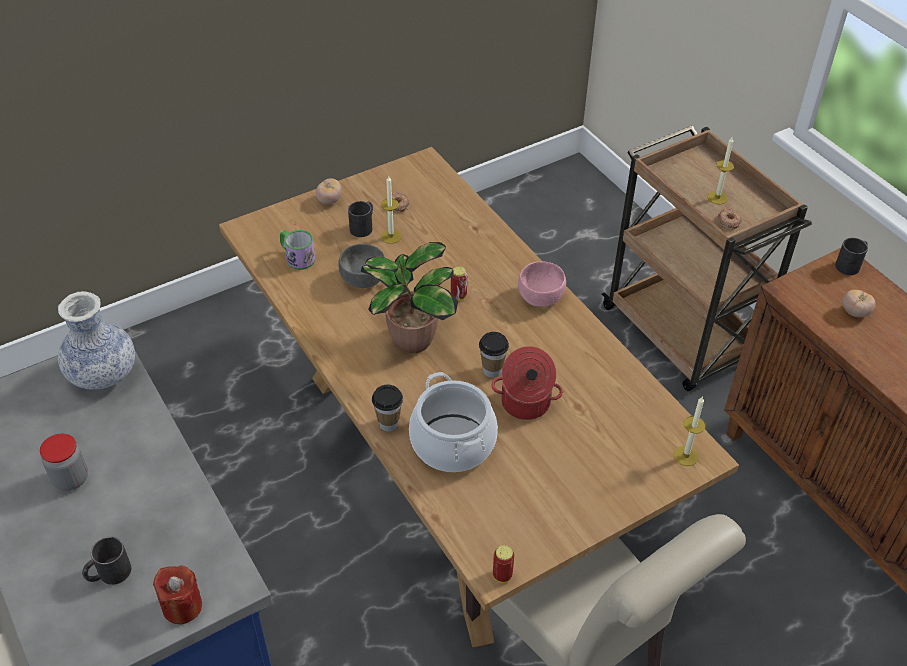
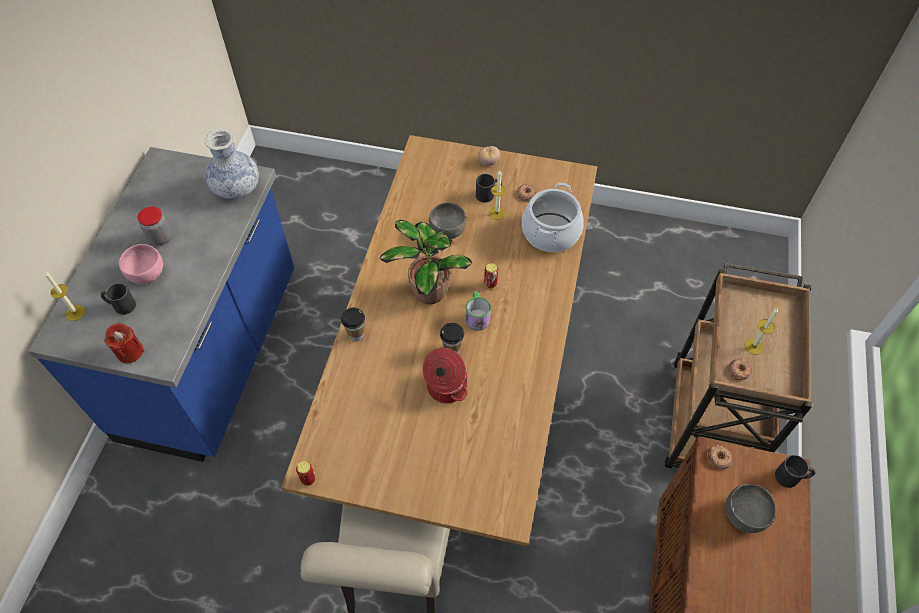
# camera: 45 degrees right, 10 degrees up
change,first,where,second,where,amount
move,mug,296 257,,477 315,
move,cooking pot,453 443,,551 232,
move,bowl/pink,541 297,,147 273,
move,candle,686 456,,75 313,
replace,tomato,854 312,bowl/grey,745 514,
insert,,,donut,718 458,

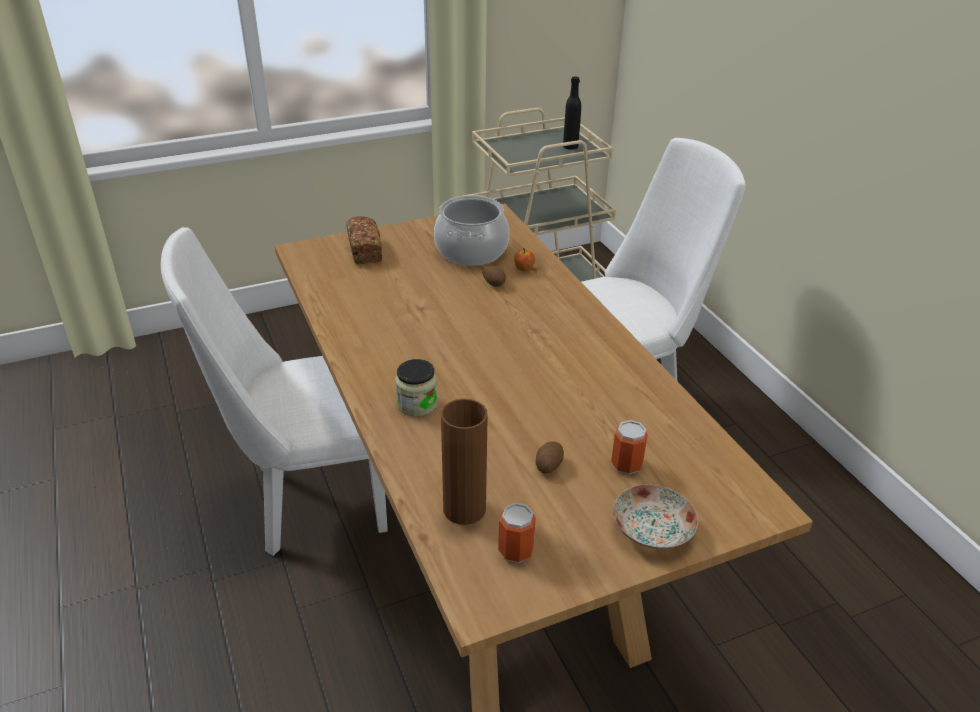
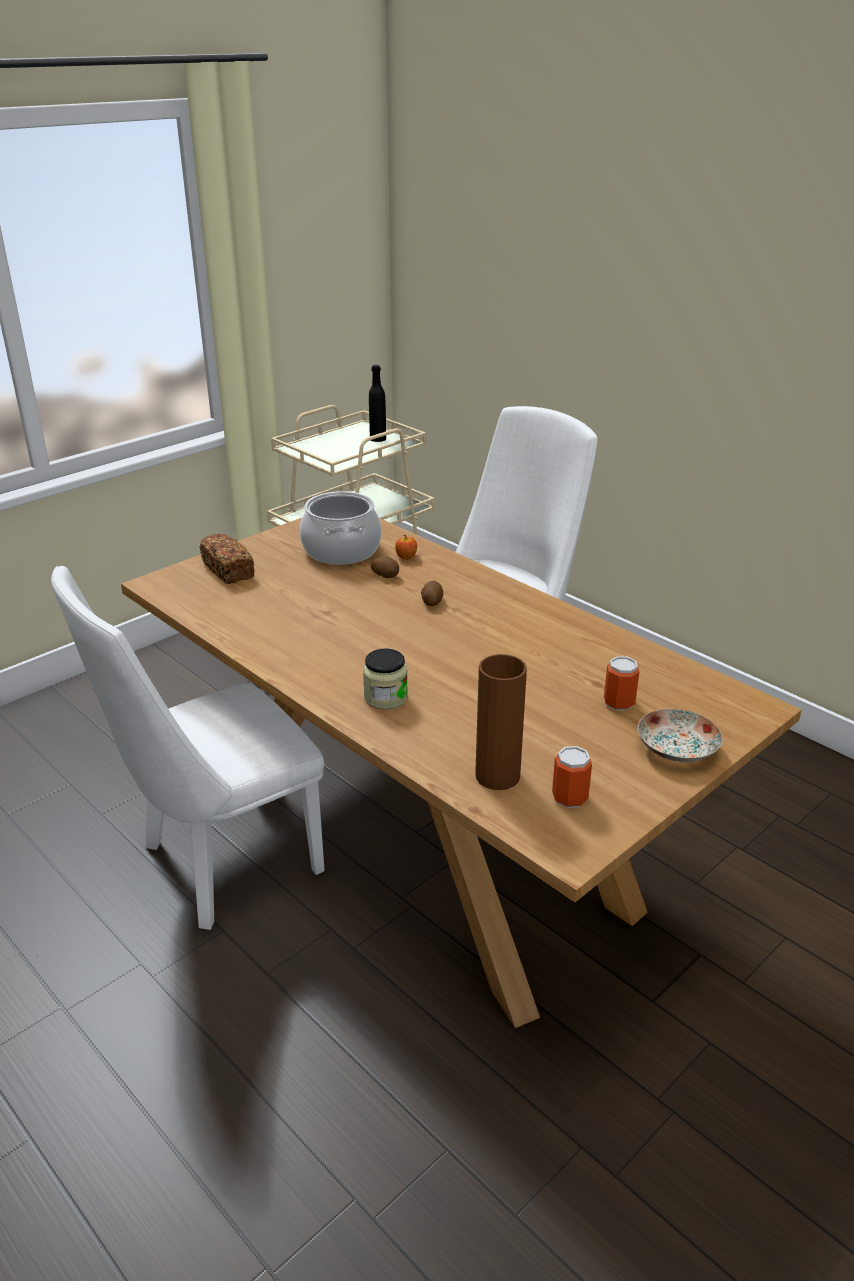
# camera: 20 degrees left, 5 degrees down
change,first,where,second,where,amount
move,potato,548 465,,432 601,

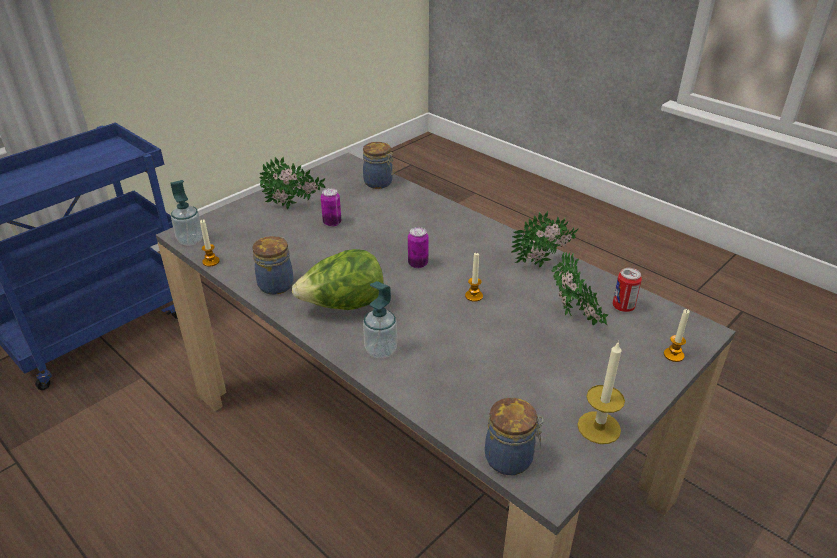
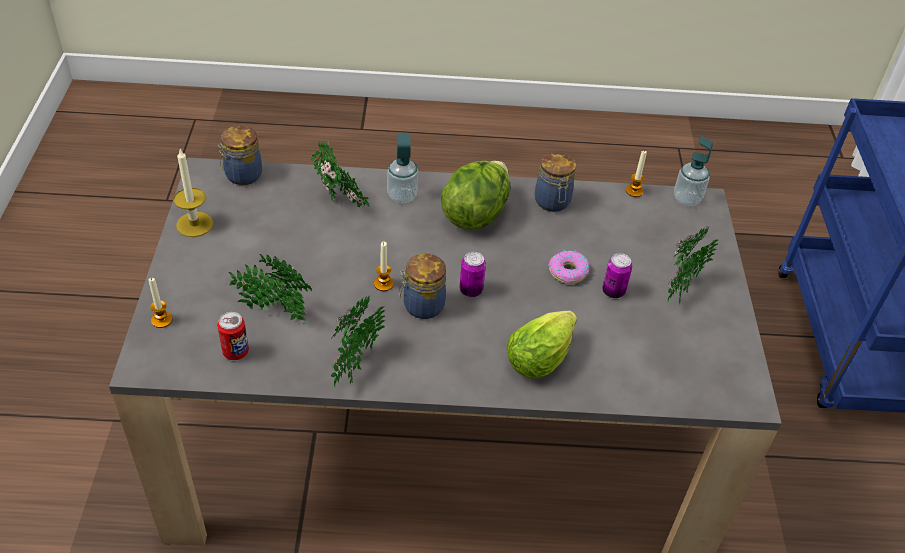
# camera: 135 degrees right, 10 degrees up
change,first,where,second,where,amount
move,jar,379 183,,422 306,
insert,,,potted plant,341 203,
insert,,,lettuce,542 356,
insert,,,donut,568 272,

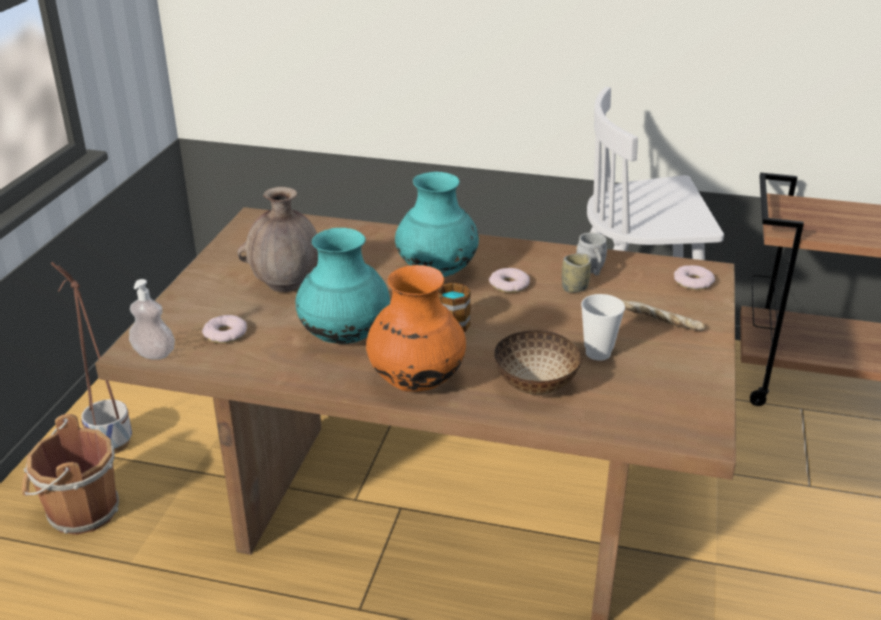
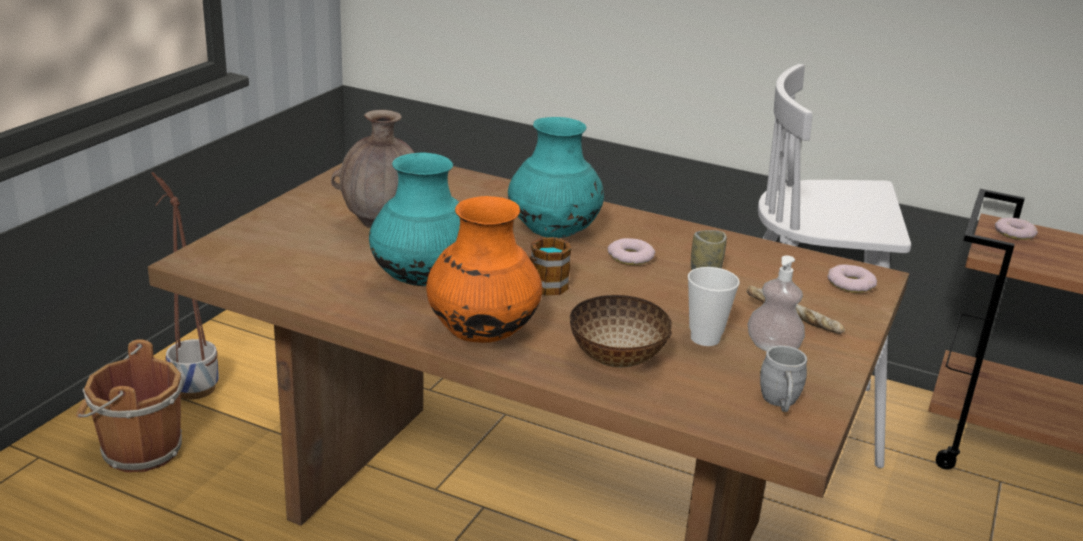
# camera: 10 degrees right, 5 degrees down
change,first,where,second,where,amount
move,soap dispenser,154 353,,772 348,
move,donut,225 333,,1014 233,
move,mug/grey,591 271,,780 403,

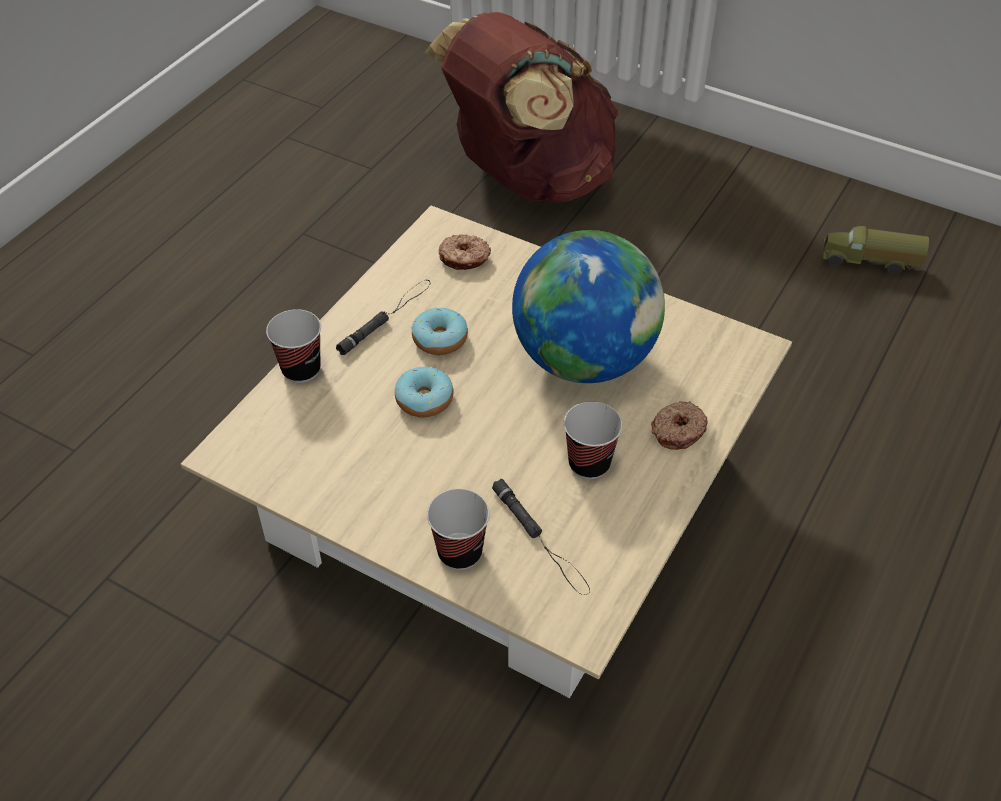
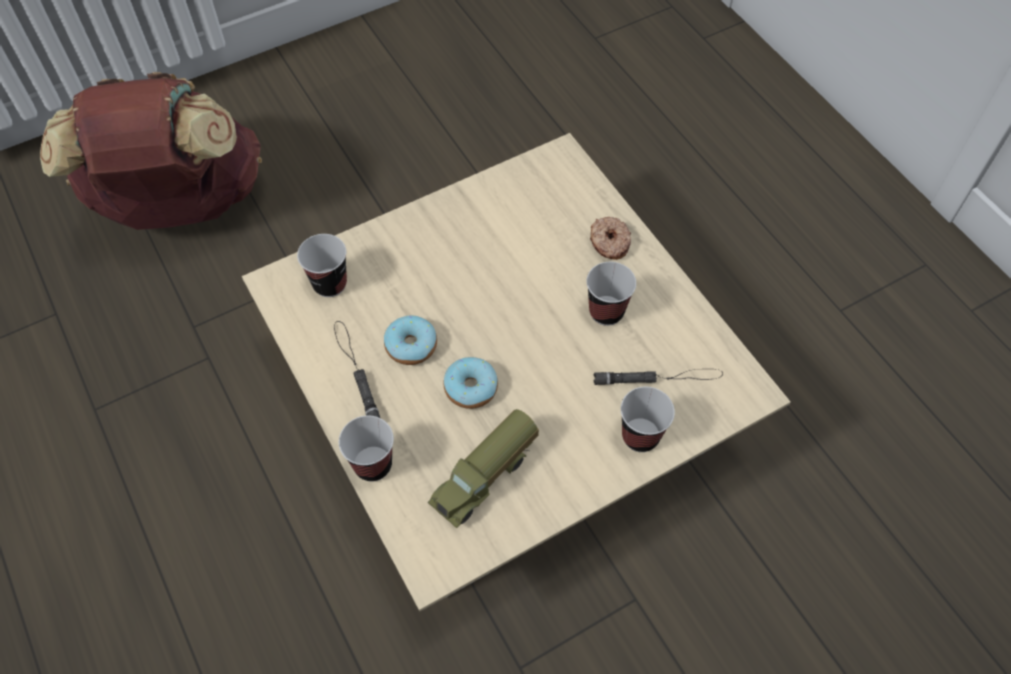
# camera: 60 degrees left, 10 degrees up
change,first,where,second,where,amount
replace,donut,464 259,cup,330 284,
delete,globe,584 359,,,
move,toy truck,869 263,,486 477,

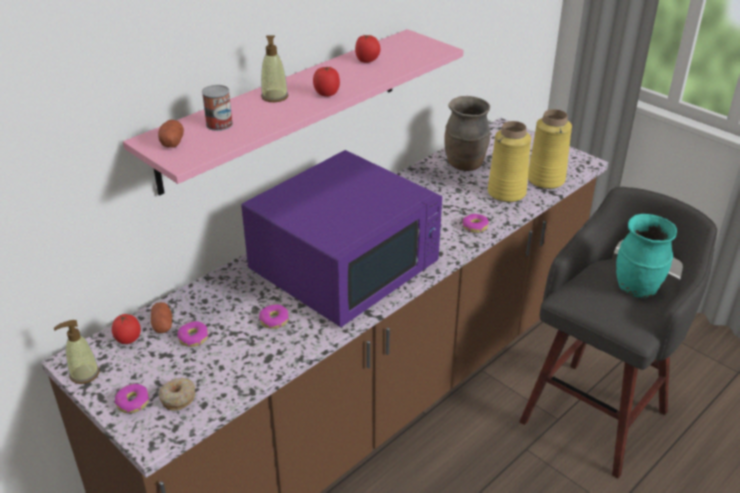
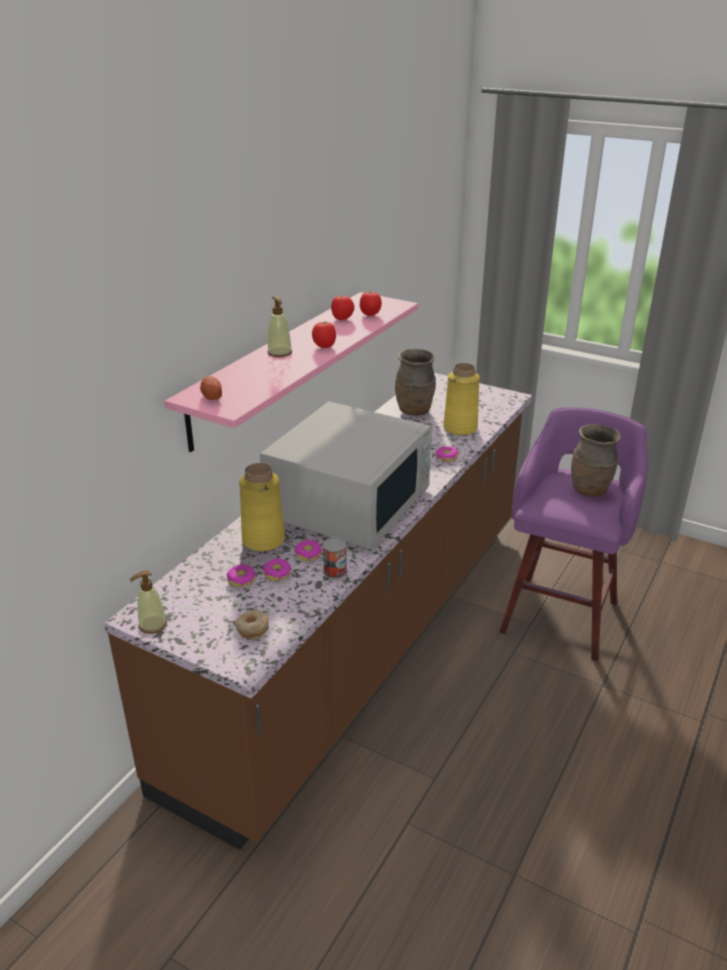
# camera: 15 degrees left, 5 degrees down
change,first,where,second,where,amount
move,tomato,128 340,,370 314,
move,donut,133 403,,277 574,
delete,potato,162 325,,,
move,can,219 124,,335 571,
recolor,microwave/purple,345 266,microwave/white,350 502,
recolor,stool/grey,596 414,stool/purple,561 614,
move,vase/yellow,546 179,,263 540,
recolor,vase/turquoise,637 289,vase/brown,590 490,

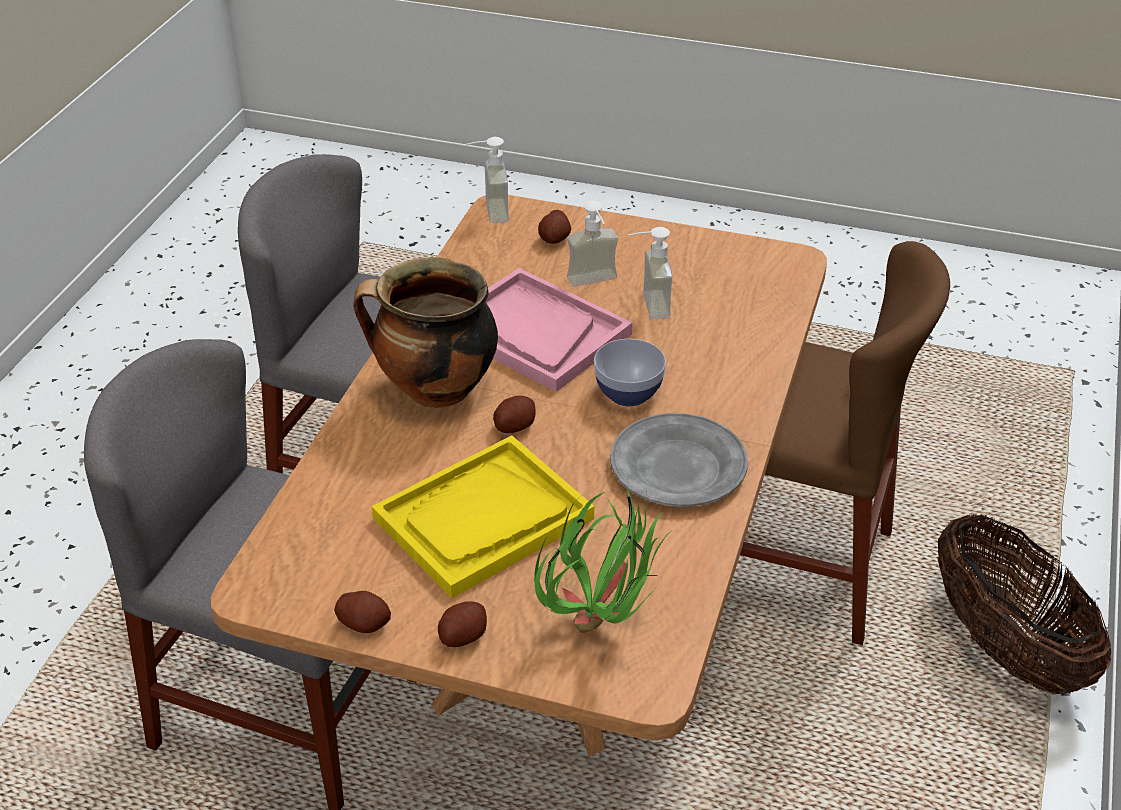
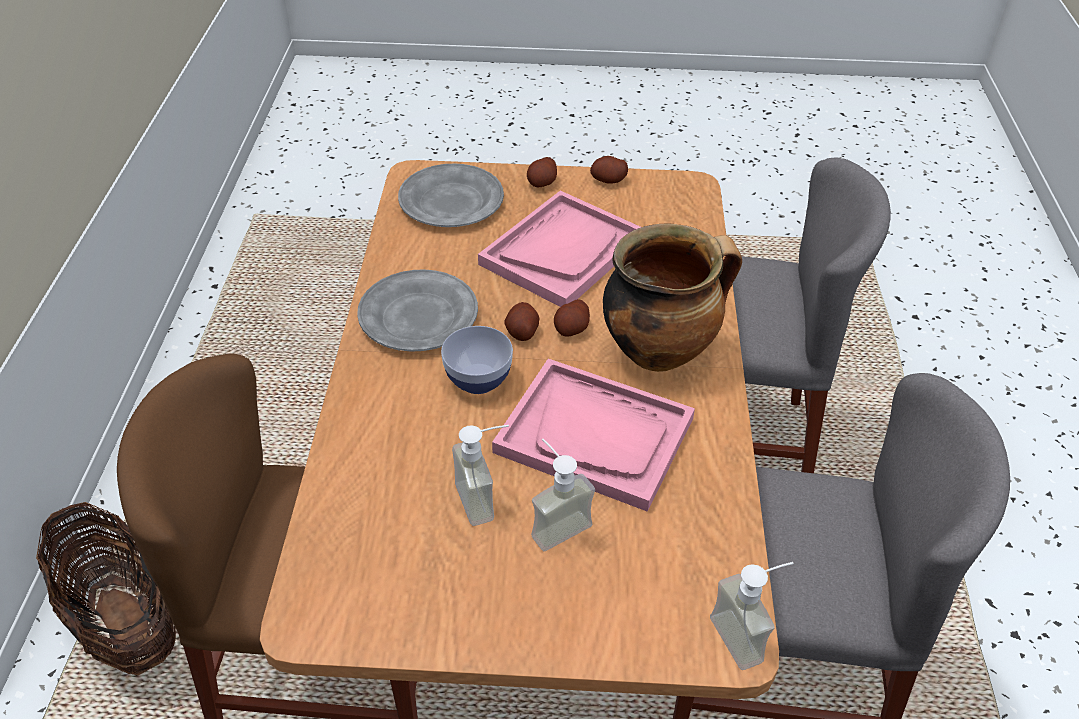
# camera: 165 degrees right, 5 degrees up
change,first,where,second,where,amount
recolor,tray/yellow,483 519,tray/pink,562 251,
replace,potted plant,605 625,plate/grey,450 201,
move,potato,554 238,,522 332,

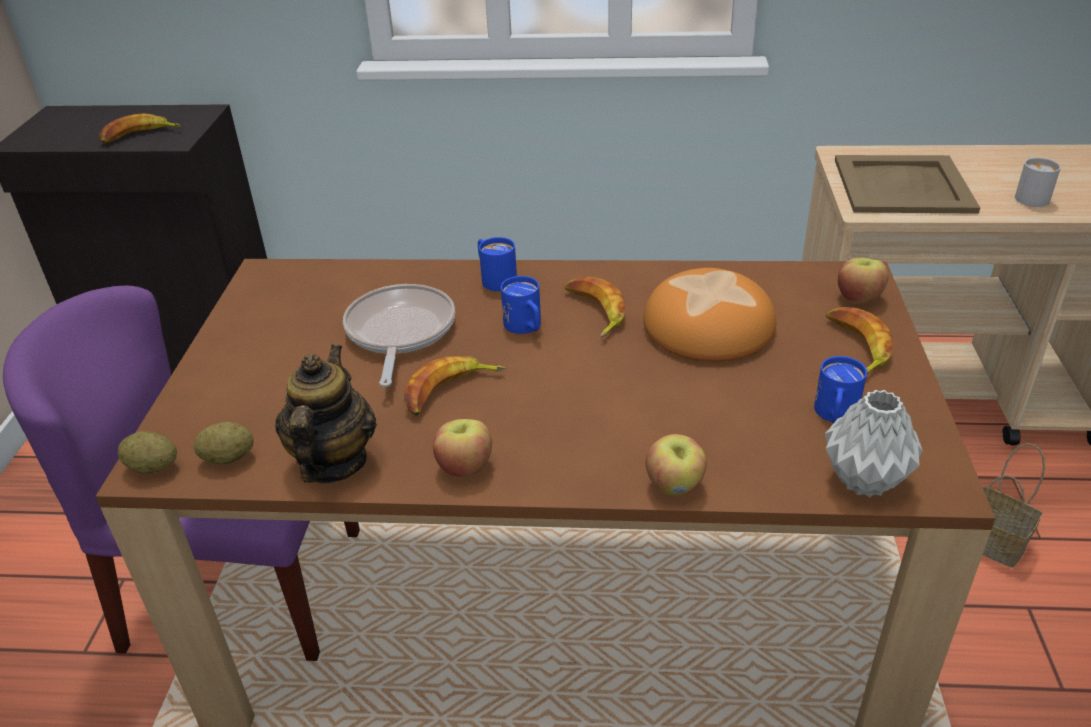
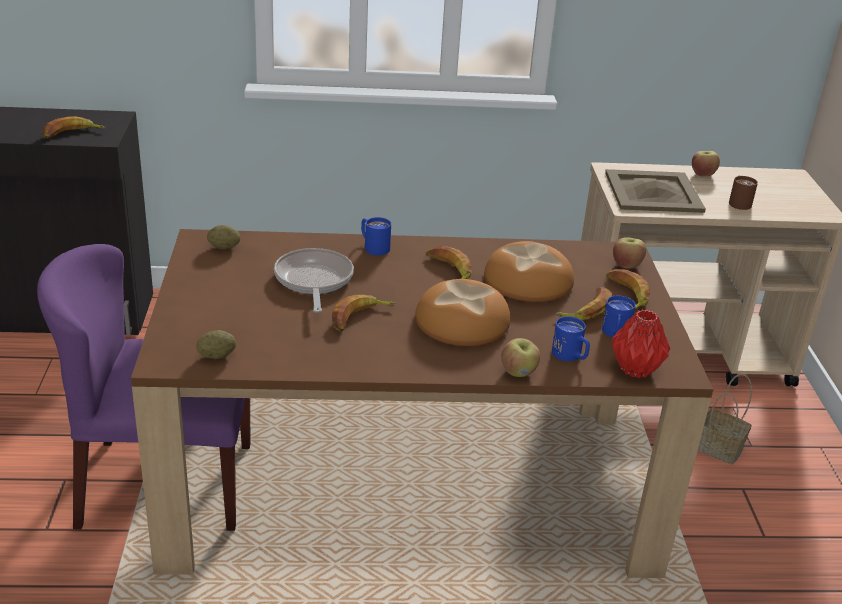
# camera: 10 degrees left, 5 degrees down
change,first,where,second,where,amount
move,potato,153 467,,224 247,
delete,teapot,333 462,,,
move,apple,465 466,,702 174,
move,mug/blue,526 327,,570 356,
recolor,vase/grey,866 482,vase/red,636 370,
recolor,mug/white,1029 196,mug/brown,738 202,
insert,,,bread,462 320,
insert,,,banana,586 309,

